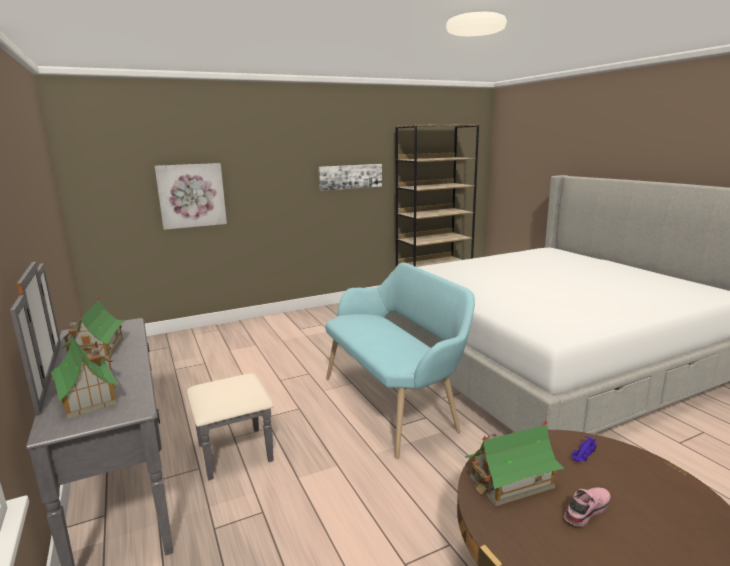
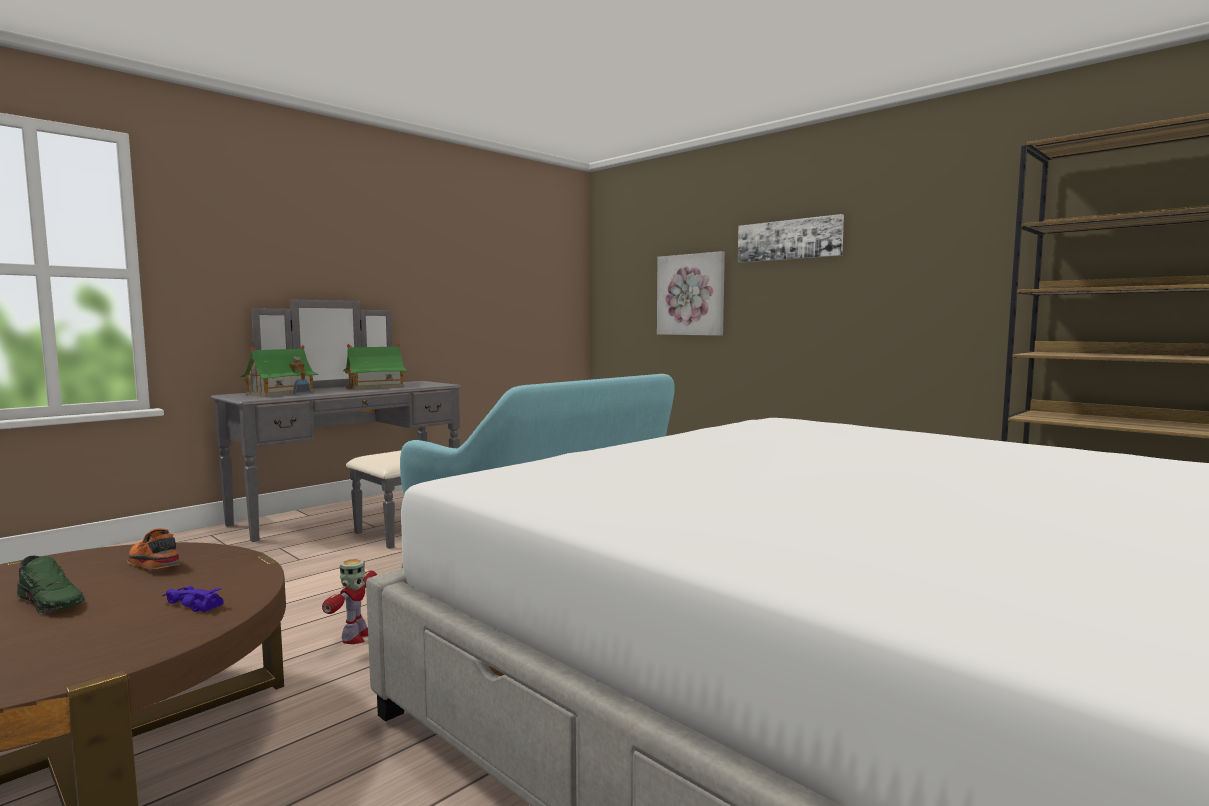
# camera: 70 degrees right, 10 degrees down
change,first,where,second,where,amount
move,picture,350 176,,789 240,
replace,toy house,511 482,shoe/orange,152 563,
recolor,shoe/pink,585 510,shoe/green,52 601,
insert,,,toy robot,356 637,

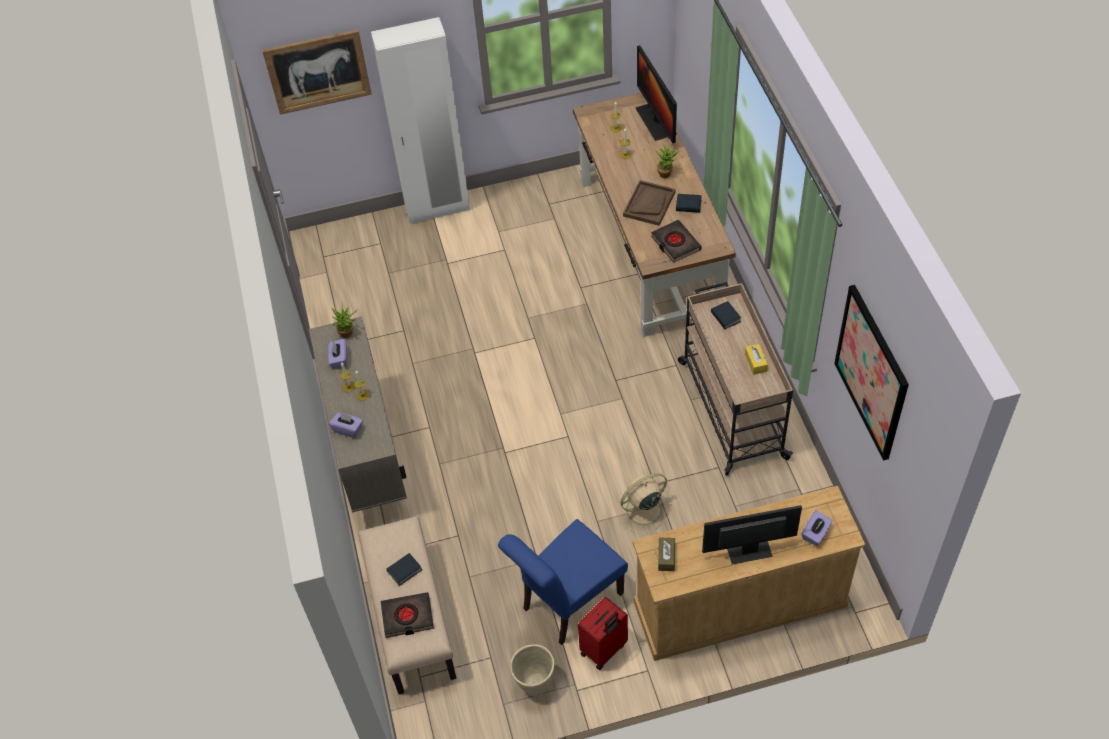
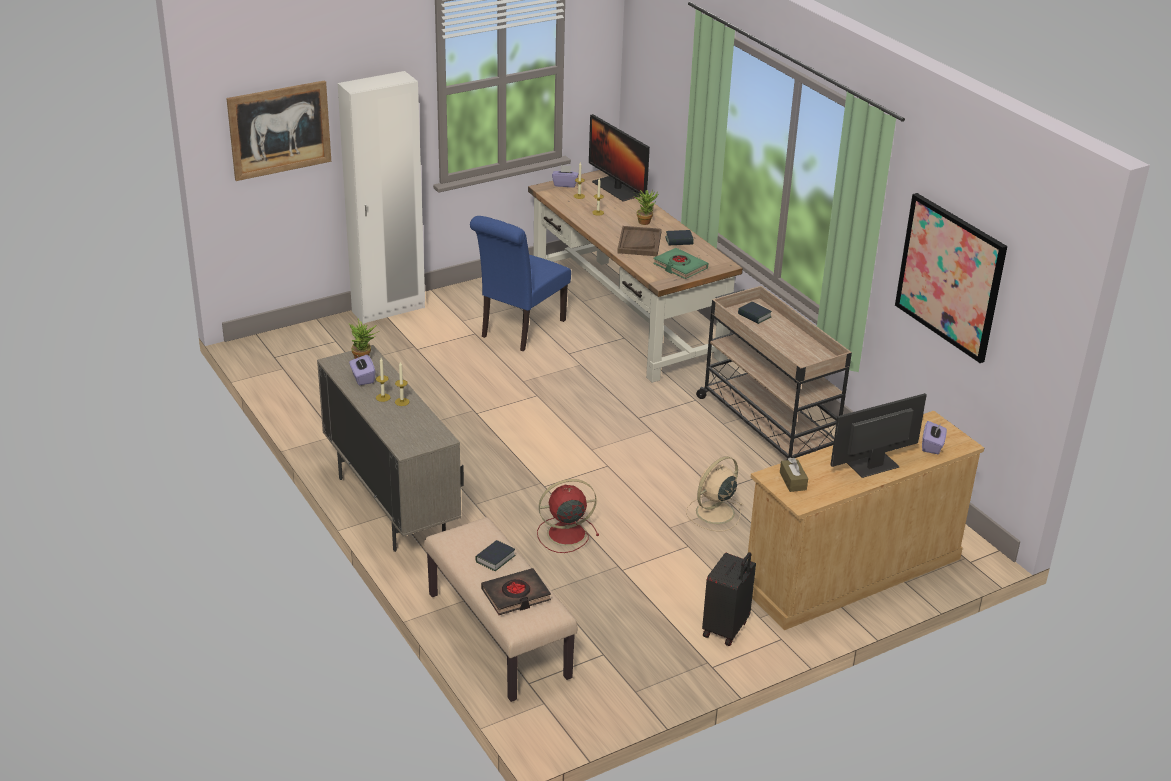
# camera: 20 degrees left, 20 degrees down
change,first,where,second,where,amount
move,tissue box/purple,348 429,,565 184,
move,chair/blue,567 604,,519 330,
delete,planter/beige,535 684,,,
recolor,suitcase/red,604 650,suitcase/black,726 629,
recolor,book/black,675 243,book/green,680 267,
delete,tissue box/yellow,755 362,,,
insert,,,fan/red,565 534,

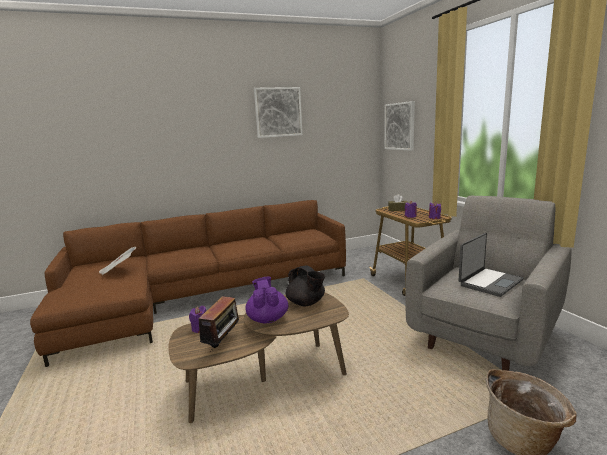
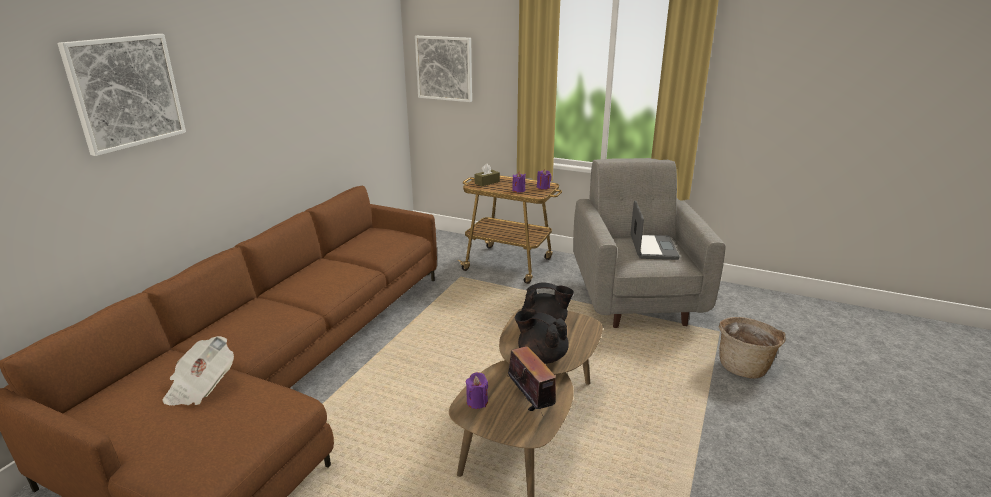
# camera: 45 degrees left, 10 degrees up
change,first,where,second,where,amount
recolor,teapot/purple,267 319,teapot/black,541 356,
move,picture,278 112,,126 92,

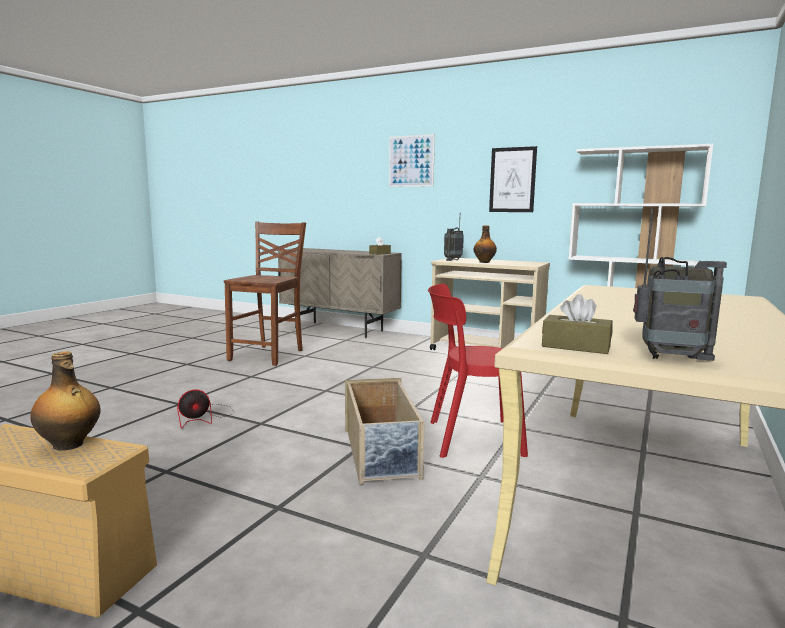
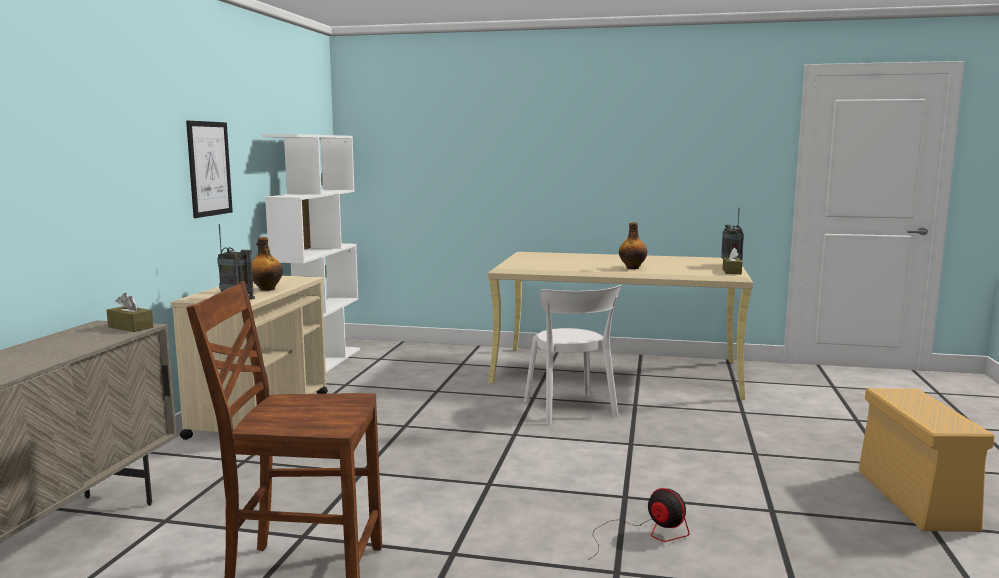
# camera: 105 degrees left, 0 degrees up
change,first,where,second,where,amount
move,bottle,69 445,,632 268,
delete,storage box/beige,381 453,,,
delete,picture,411 161,,,
recolor,chair/red,469 438,chair/white,571 410,

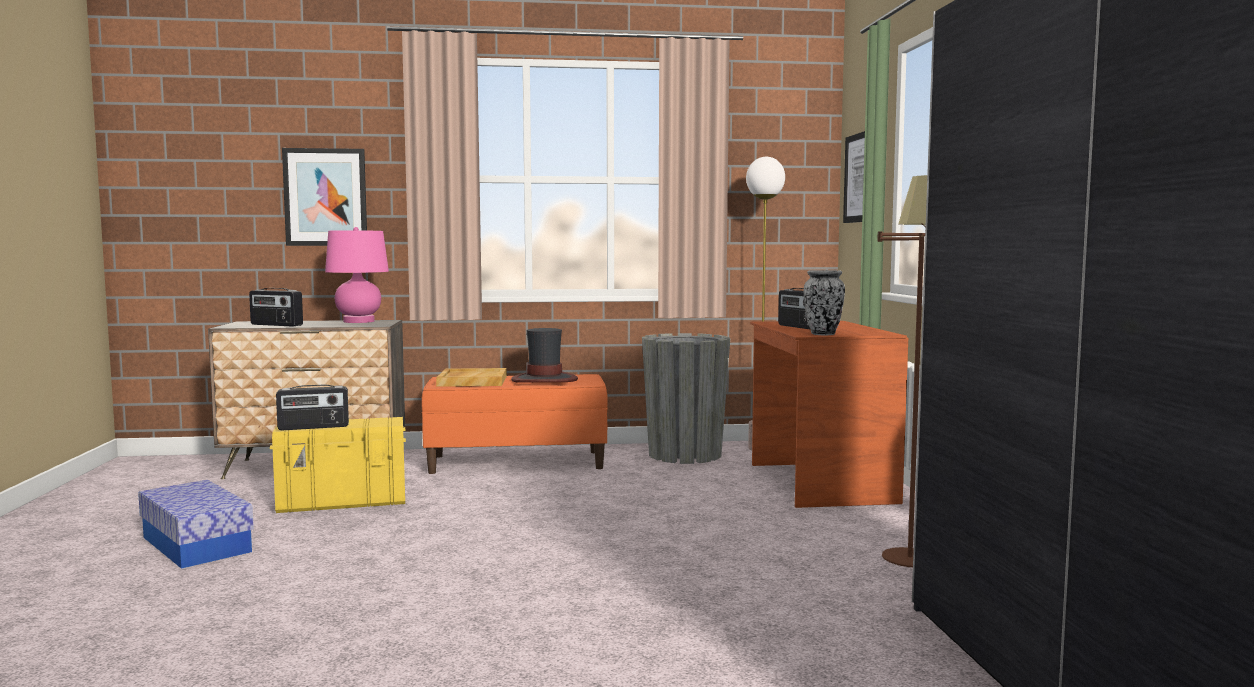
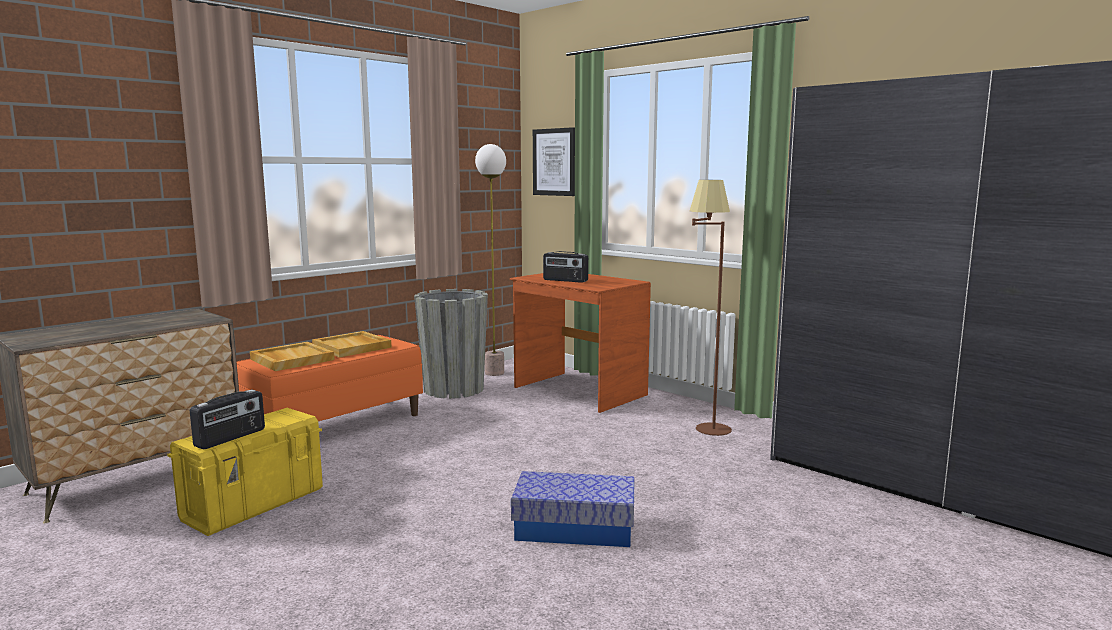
# camera: 40 degrees left, 5 degrees up
change,first,where,second,where,amount
move,storage box,196 544,,574 528,
delete,radio,276 325,,,
delete,picture,325 197,,,
delete,table lamp/pink,359 321,,,
replace,hat,545 379,tray/beige,352 347,
delete,vase,823 334,,,

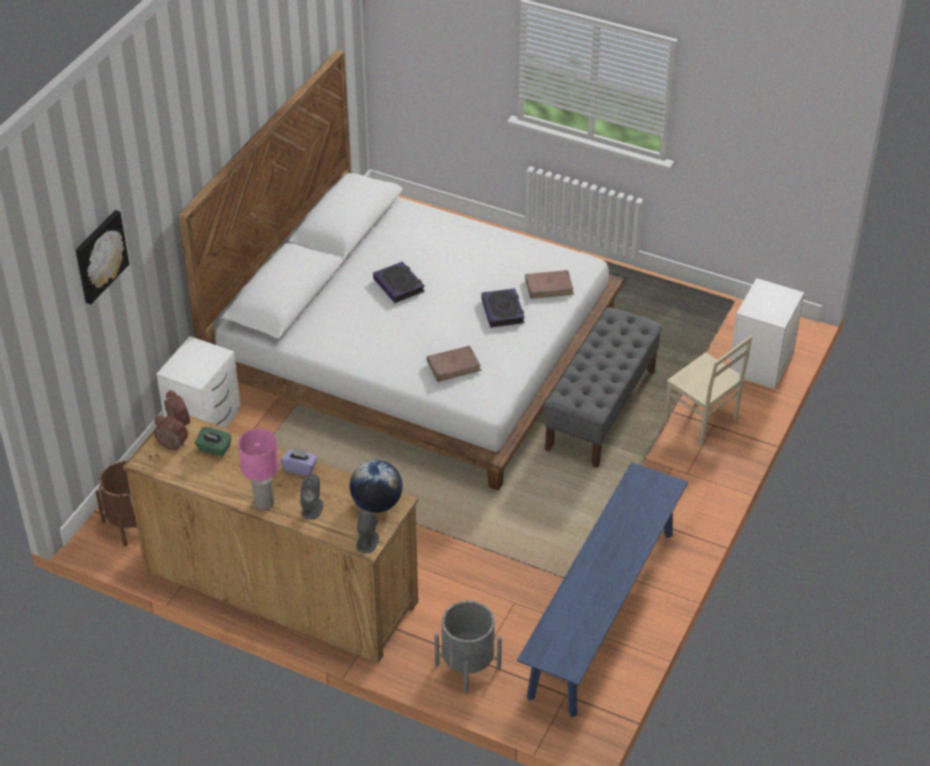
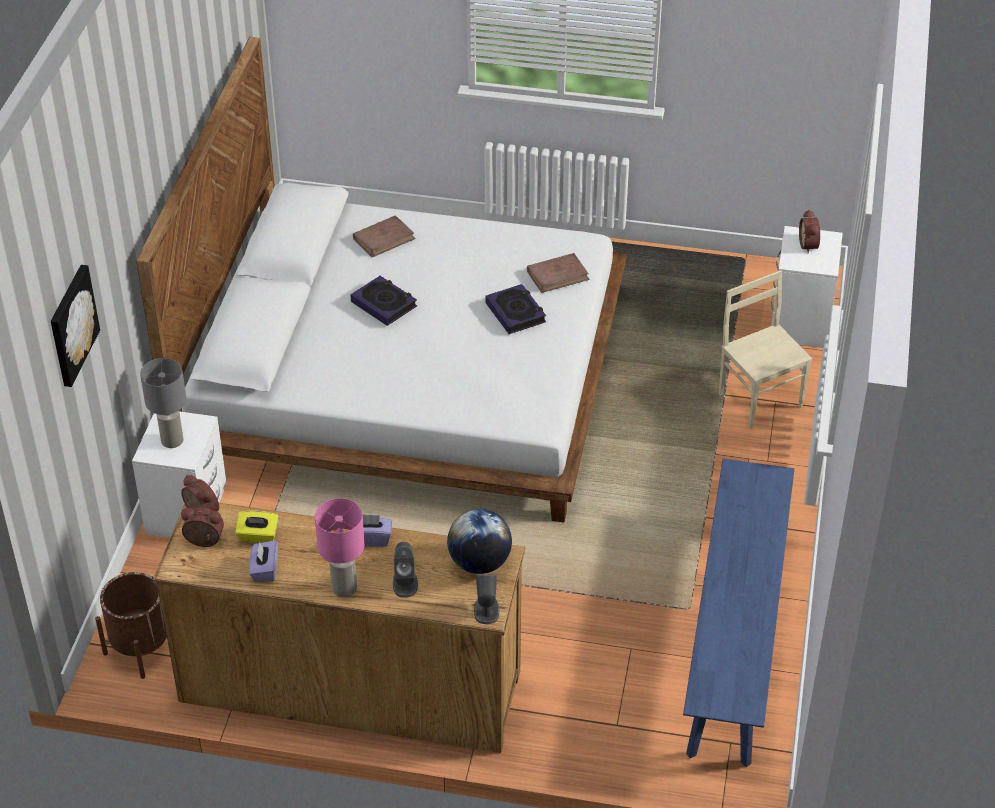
# camera: 15 degrees left, 0 degrees up
change,first,where,second,where,amount
recolor,tissue box/green,214 449,tissue box/yellow,258 536,
move,book/brown,454 365,,384 239,
delete,planter/grey,468 666,,,
delete,bench/grey,601 410,,,
rotate,chair/beige,701 421,,760 399,150 degrees counterclockwise
insert,,,table lamp/grey,171 440,
insert,,,tissue box/purple,264 570,
insert,,,alarm clock,809 245,

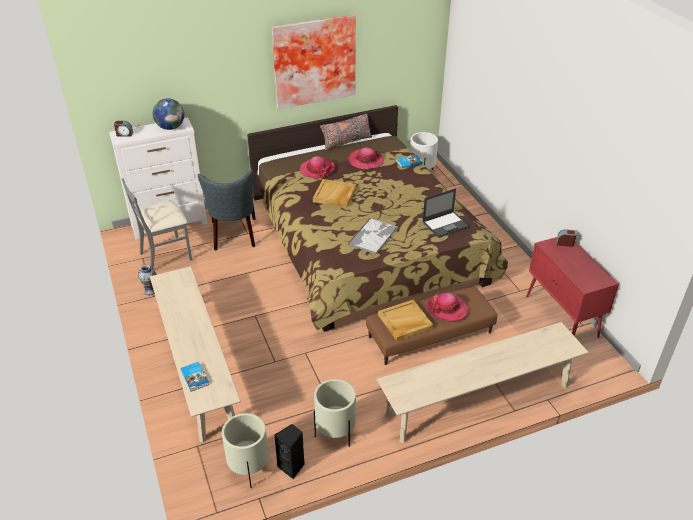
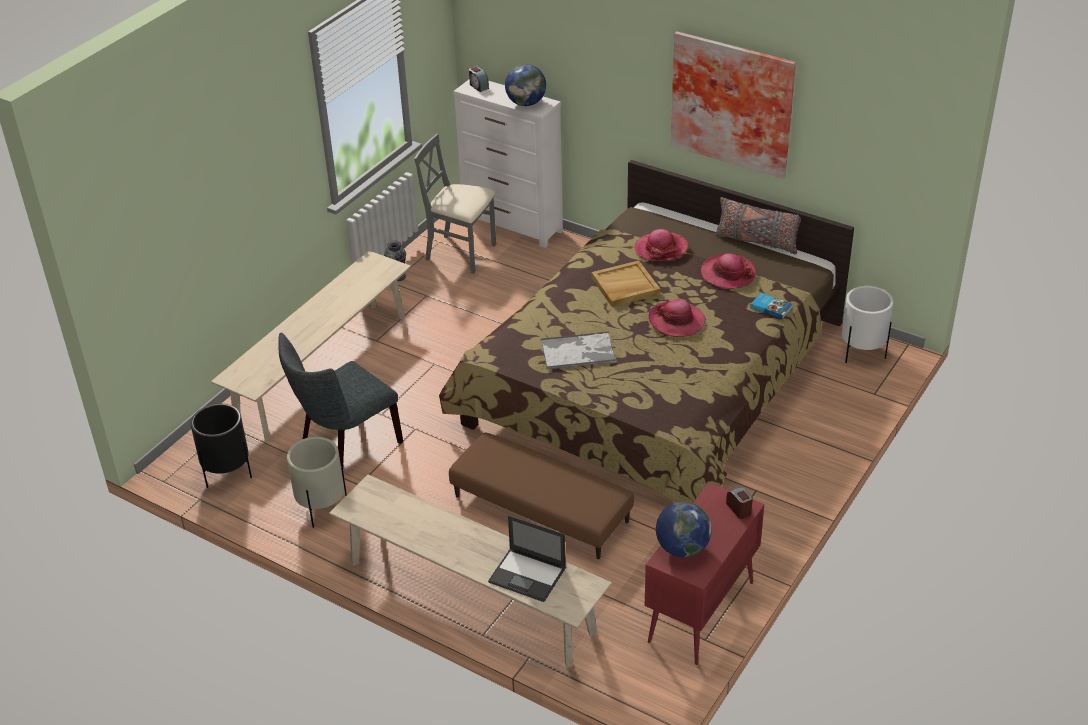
# camera: 55 degrees right, 0 degrees up
change,first,where,second,where,amount
delete,book,195 377,,,
move,chair/grey,234 236,,345 447,
recolor,planter/beige,249 469,planter/black,227 474,
delete,speaker/black,292 467,,,
delete,tray/beige,405 322,,,
move,laptop,445 224,,528 575,
move,hat,447 309,,676 321,
insert,,,globe,682 548,

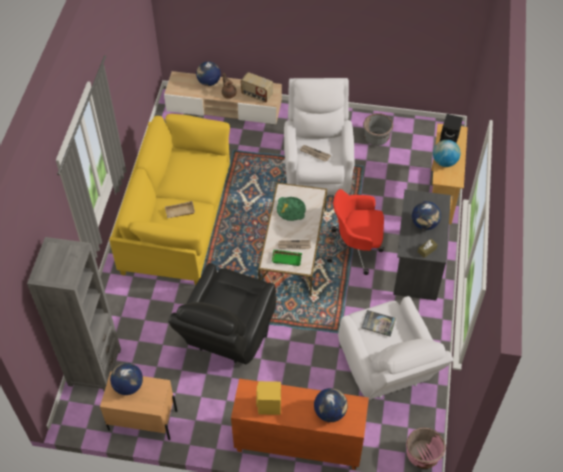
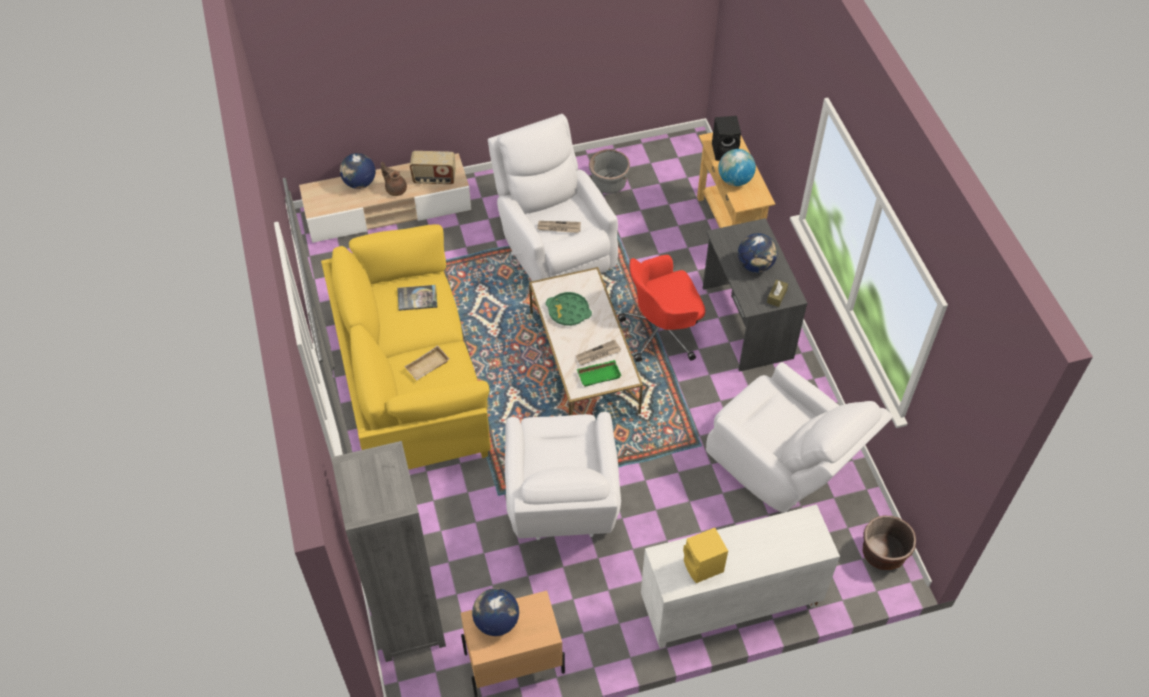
# camera: 25 degrees left, 0 degrees up
change,first,where,second,where,amount
recolor,armchair/black,227 335,armchair/white,562 505,
recolor,cabinet/orange,298 444,cabinet/white,729 606,
delete,globe,330 412,,,
move,book,378 323,,417 298,
recolor,planter/pink,422 455,planter/brown,883 553,

